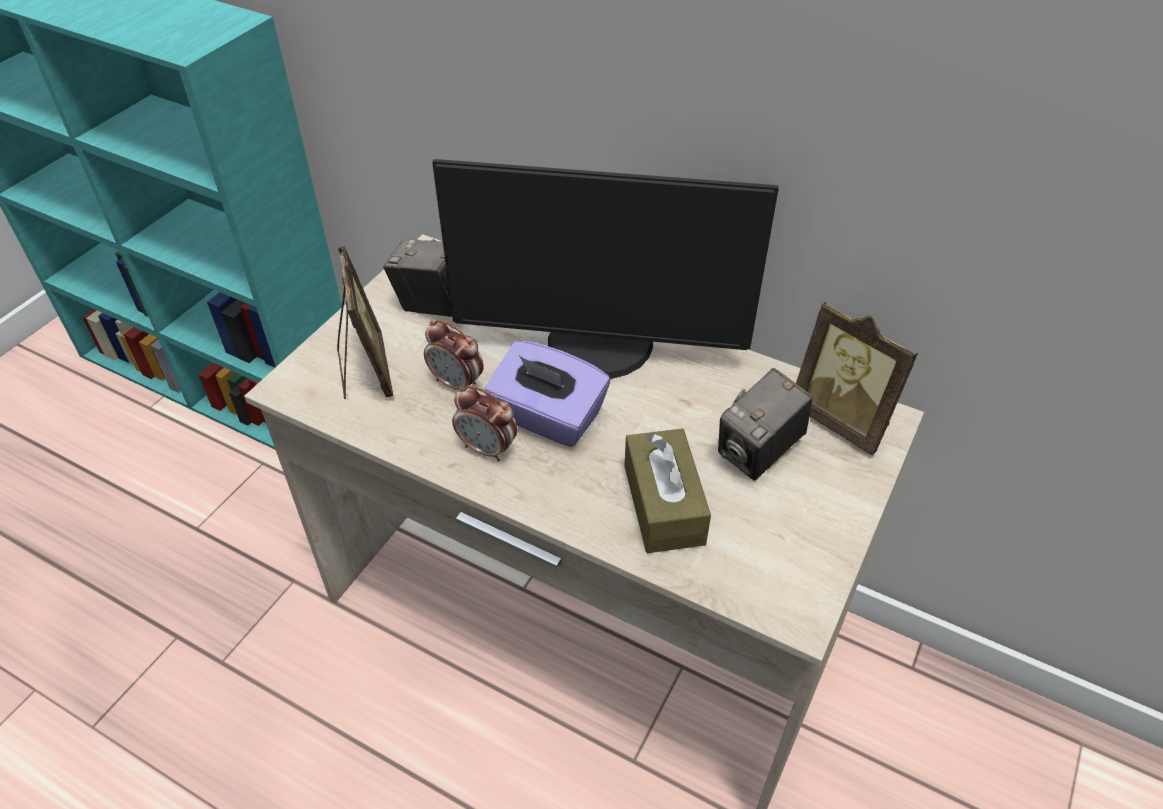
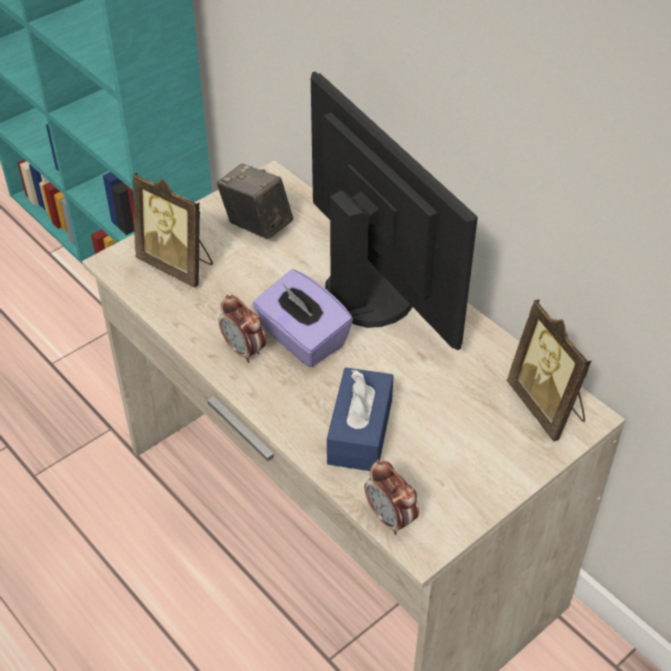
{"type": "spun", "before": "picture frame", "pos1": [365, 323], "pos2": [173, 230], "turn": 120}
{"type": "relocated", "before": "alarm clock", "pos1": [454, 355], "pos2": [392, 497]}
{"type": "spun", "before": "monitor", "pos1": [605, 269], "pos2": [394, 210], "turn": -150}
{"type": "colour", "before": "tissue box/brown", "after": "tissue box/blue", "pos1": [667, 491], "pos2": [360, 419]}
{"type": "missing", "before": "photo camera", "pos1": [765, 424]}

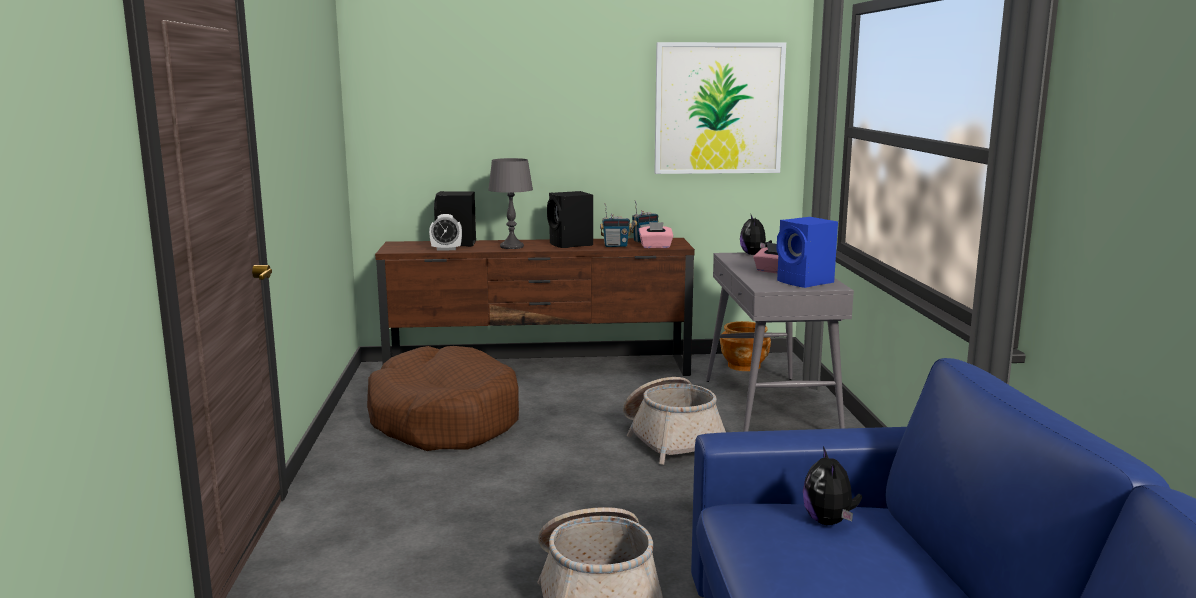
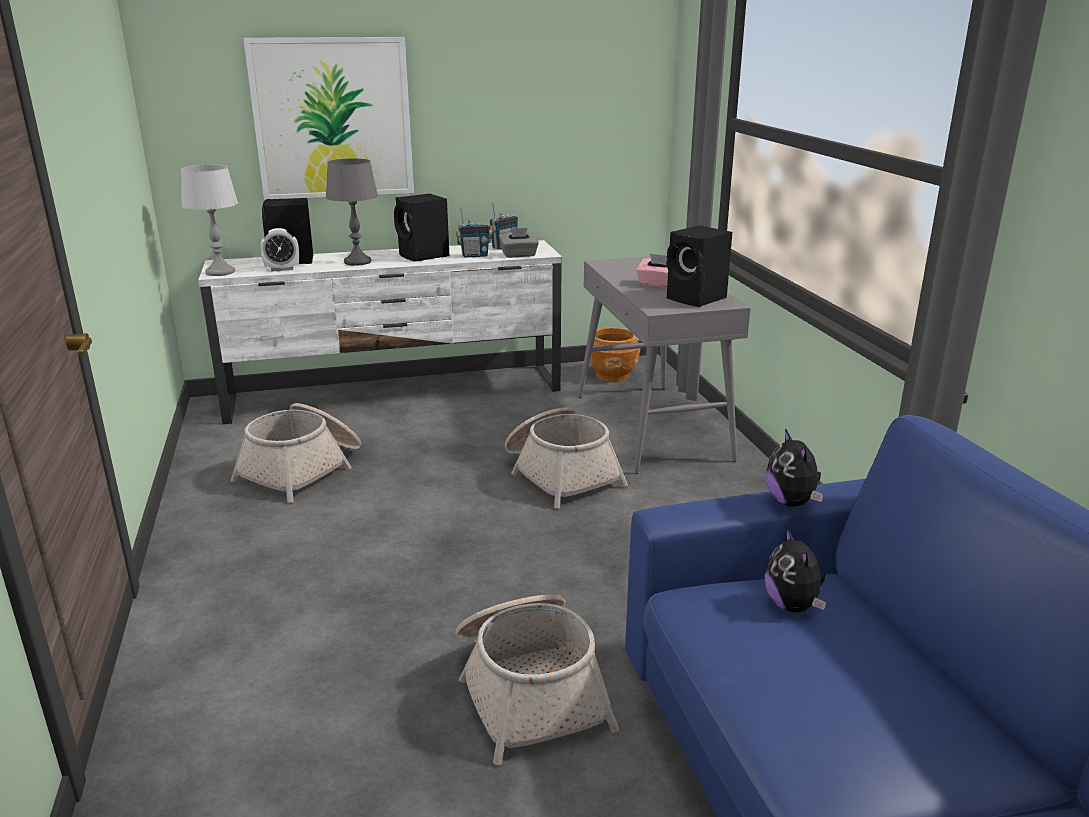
{"type": "exchanged", "before": "dog bed/brown", "after": "basket", "pos1": [443, 398], "pos2": [296, 452]}
{"type": "colour", "before": "tv stand/brown", "after": "tv stand/white", "pos1": [535, 307], "pos2": [380, 332]}
{"type": "colour", "before": "tissue box/pink", "after": "tissue box/grey", "pos1": [656, 235], "pos2": [519, 243]}
{"type": "relocated", "before": "picture", "pos1": [720, 108], "pos2": [328, 118]}
{"type": "relocated", "before": "plush toy", "pos1": [756, 235], "pos2": [794, 467]}
{"type": "colour", "before": "speaker/blue", "after": "speaker/black", "pos1": [807, 252], "pos2": [699, 266]}
{"type": "appeared", "after": "table lamp/grey", "pos2": [209, 220]}

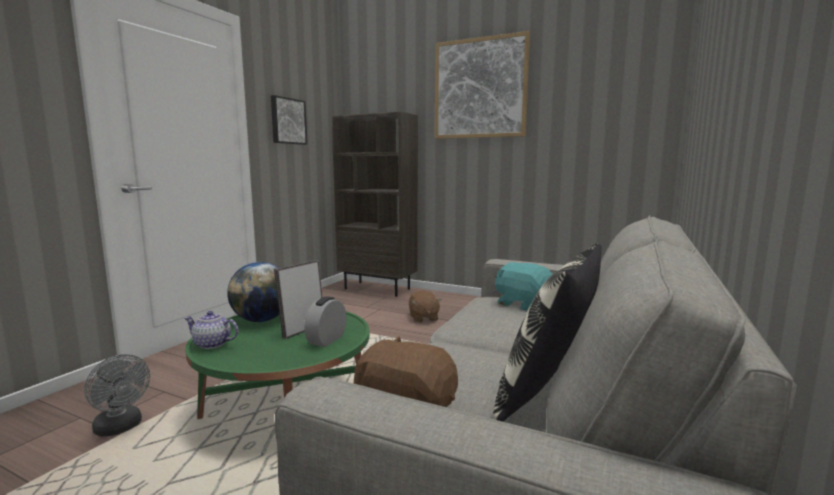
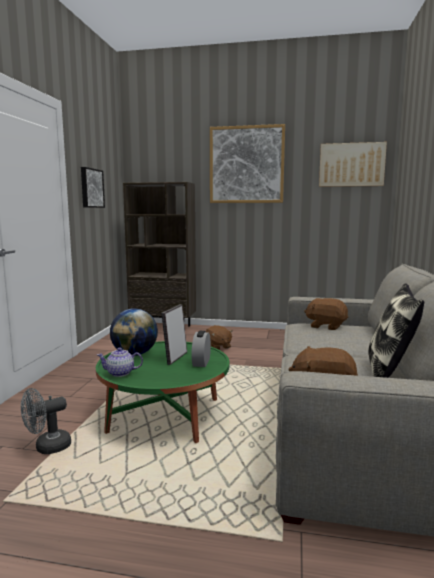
{"type": "spun", "before": "fan/grey", "pos1": [117, 395], "pos2": [46, 421], "turn": 120}
{"type": "colour", "before": "plush toy/turquoise", "after": "plush toy/brown", "pos1": [524, 286], "pos2": [326, 314]}
{"type": "appeared", "after": "picture", "pos2": [353, 164]}

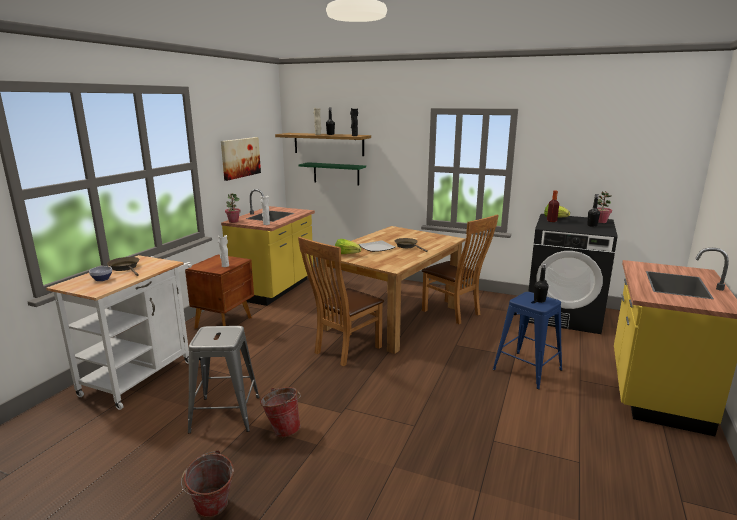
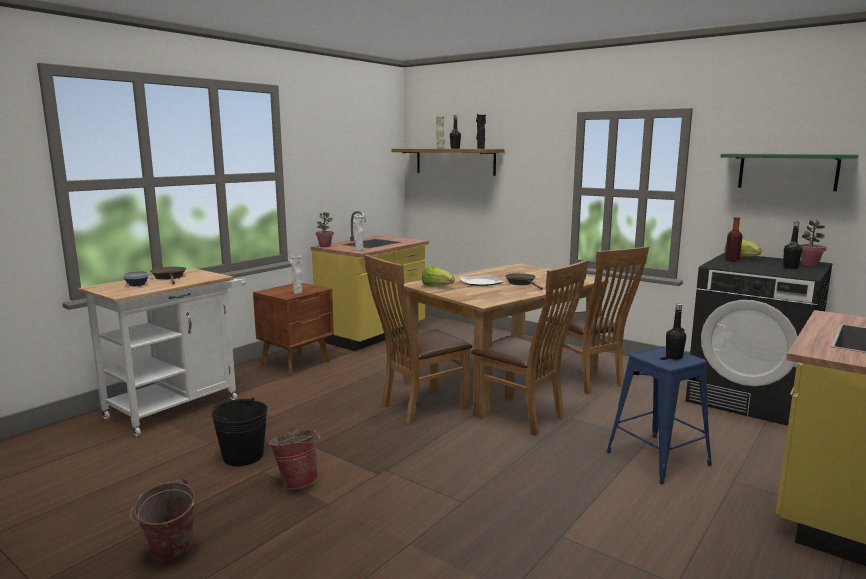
{"type": "exchanged", "before": "stool/grey", "after": "bucket/black", "pos1": [223, 379], "pos2": [239, 431]}
{"type": "missing", "before": "picture", "pos1": [241, 159]}
{"type": "relocated", "before": "shelf/green", "pos1": [332, 173], "pos2": [790, 172]}
{"type": "appeared", "after": "chair/brown", "pos2": [530, 348]}

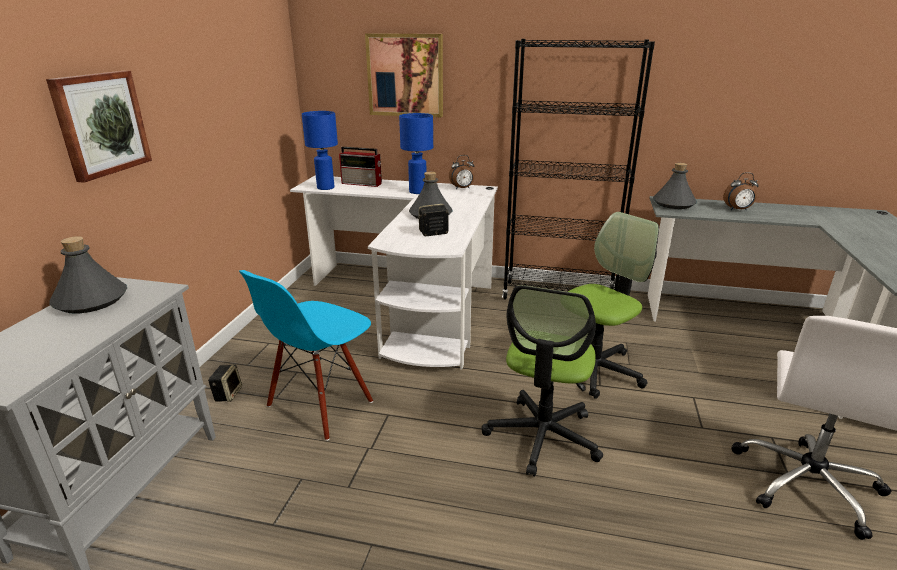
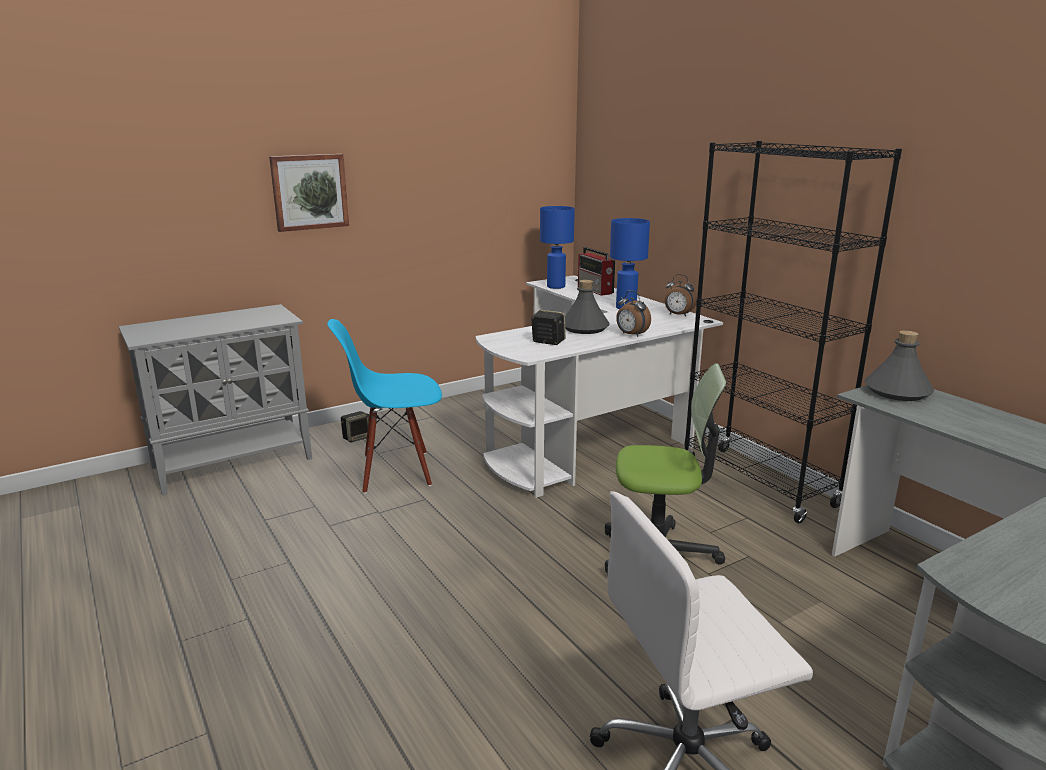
{"type": "missing", "before": "bottle/grey", "pos1": [88, 275]}
{"type": "missing", "before": "picture", "pos1": [404, 75]}
{"type": "missing", "before": "office chair", "pos1": [542, 381]}
{"type": "relocated", "before": "alarm clock", "pos1": [741, 191], "pos2": [633, 314]}

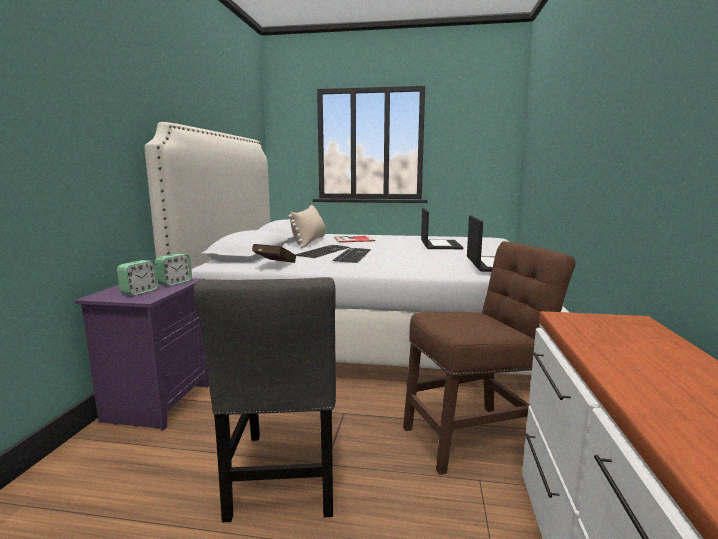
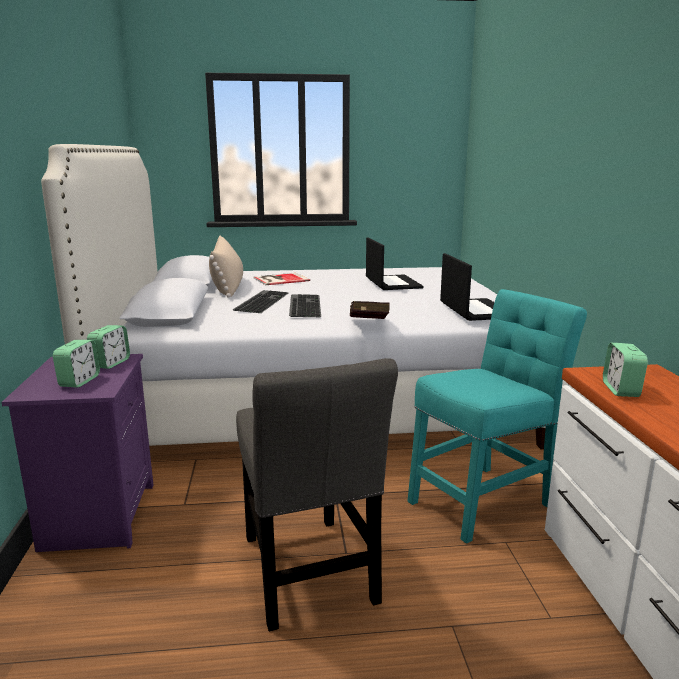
{"type": "relocated", "before": "book/red", "pos1": [274, 253], "pos2": [370, 310]}
{"type": "colour", "before": "chair/brown", "after": "chair/turquoise", "pos1": [489, 358], "pos2": [497, 416]}
{"type": "appeared", "after": "alarm clock", "pos2": [625, 370]}

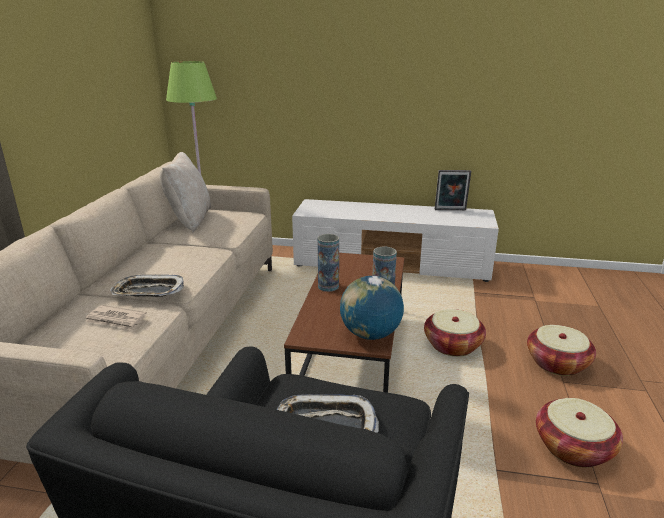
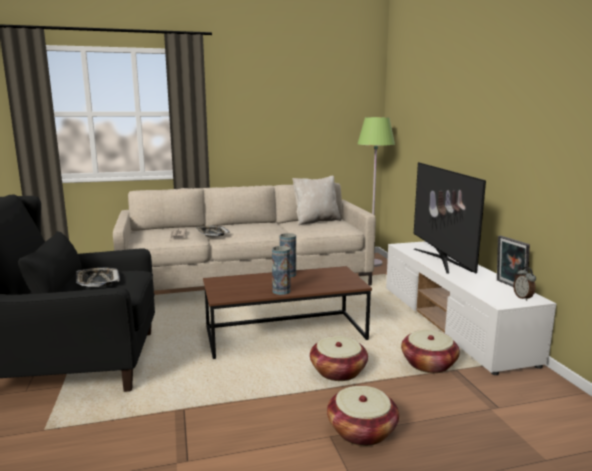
{"type": "missing", "before": "globe", "pos1": [372, 308]}
{"type": "relocated", "before": "basket", "pos1": [579, 432], "pos2": [430, 351]}
{"type": "appeared", "after": "television", "pos2": [450, 218]}
{"type": "appeared", "after": "alarm clock", "pos2": [524, 284]}

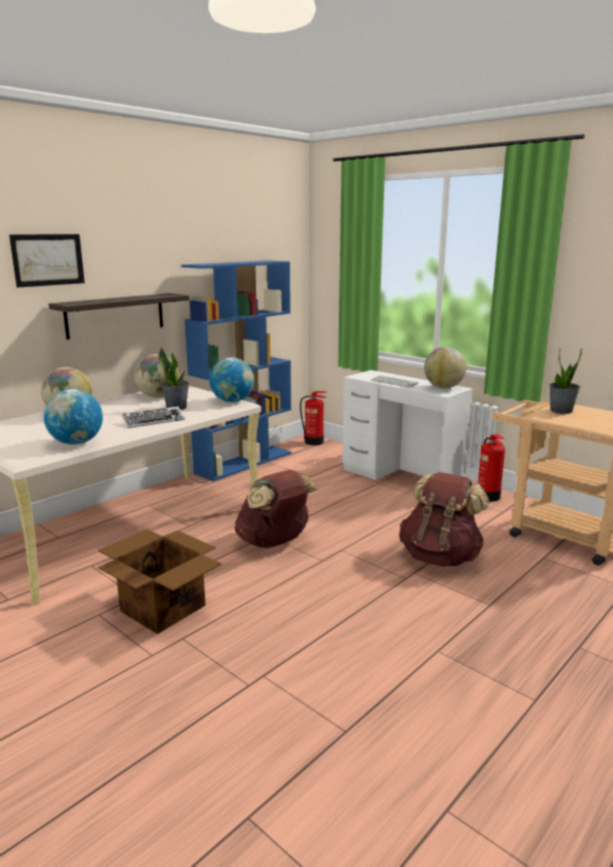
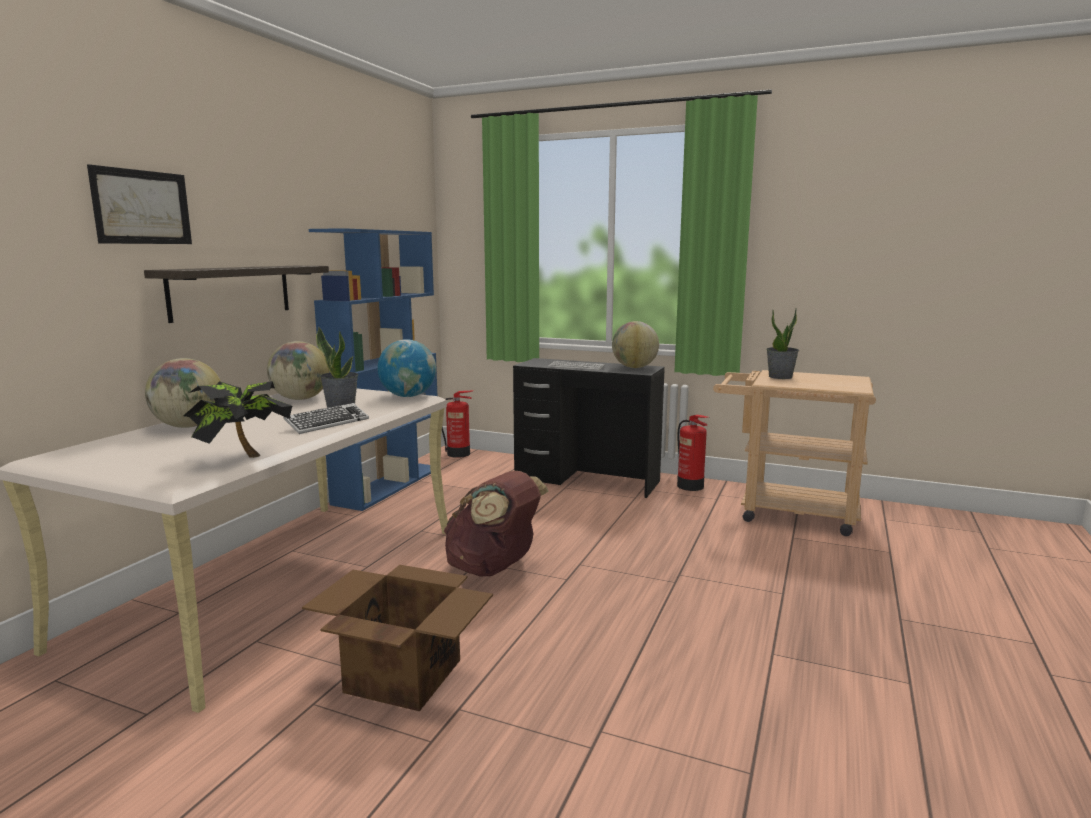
{"type": "exchanged", "before": "globe", "after": "potted plant", "pos1": [73, 417], "pos2": [237, 419]}
{"type": "colour", "before": "desk/white", "after": "desk/black", "pos1": [408, 425], "pos2": [589, 428]}
{"type": "missing", "before": "backpack/brown", "pos1": [444, 519]}

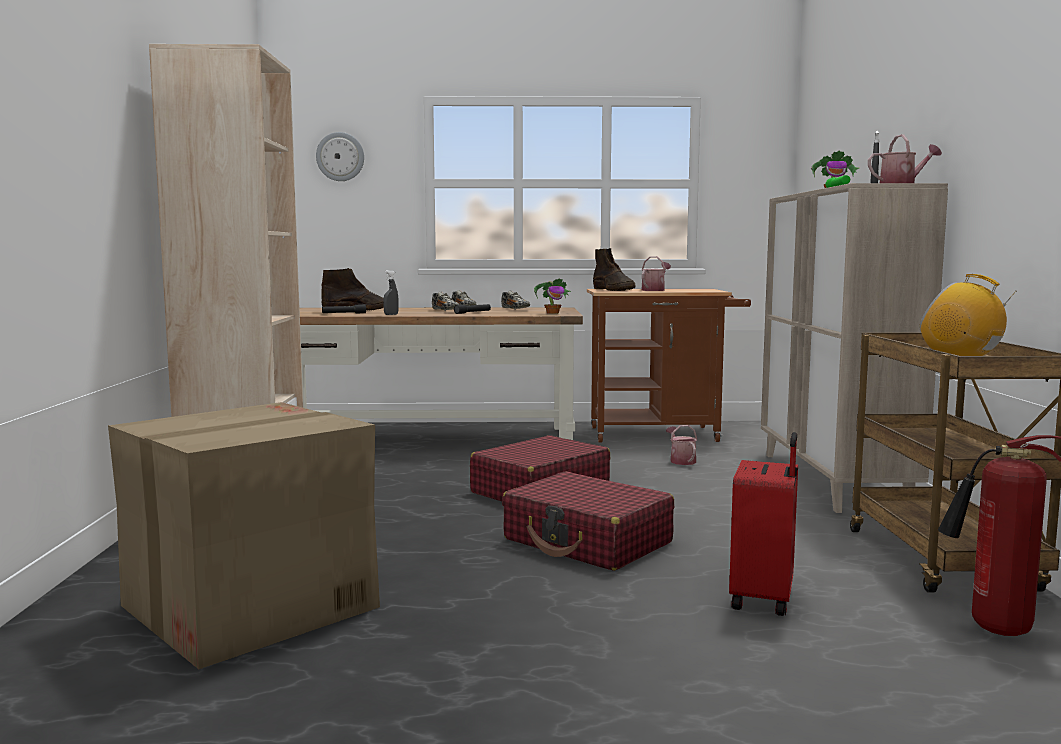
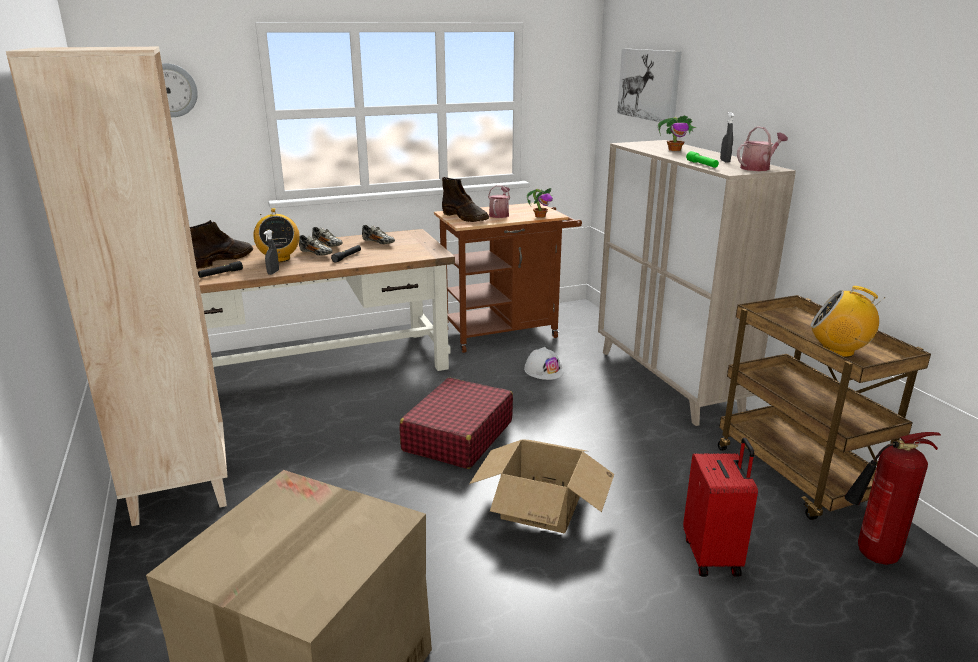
{"type": "exchanged", "before": "suitcase/red", "after": "cardboard box", "pos1": [588, 521], "pos2": [541, 486]}
{"type": "relocated", "before": "potted plant", "pos1": [552, 296], "pos2": [540, 203]}
{"type": "exchanged", "before": "watering can", "after": "hard hat/white", "pos1": [681, 445], "pos2": [544, 363]}
{"type": "appeared", "after": "radio", "pos2": [276, 235]}
{"type": "appeared", "after": "picture", "pos2": [649, 85]}

